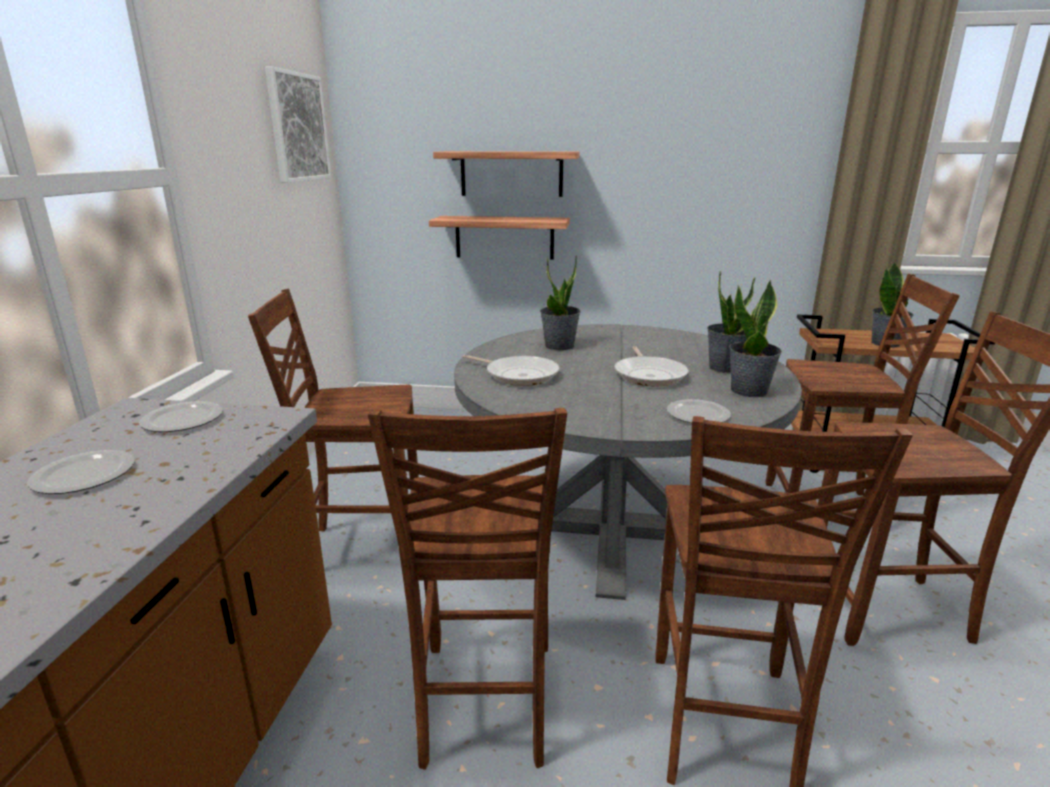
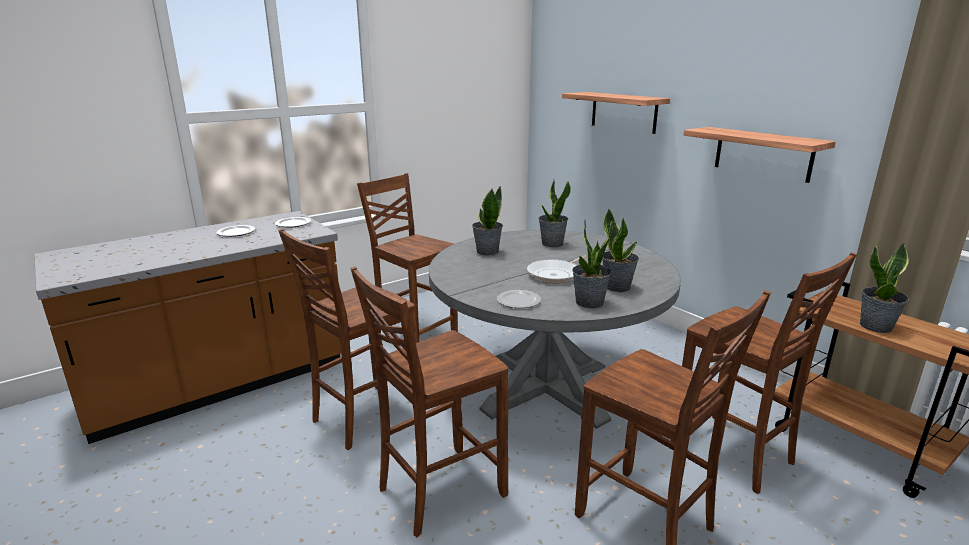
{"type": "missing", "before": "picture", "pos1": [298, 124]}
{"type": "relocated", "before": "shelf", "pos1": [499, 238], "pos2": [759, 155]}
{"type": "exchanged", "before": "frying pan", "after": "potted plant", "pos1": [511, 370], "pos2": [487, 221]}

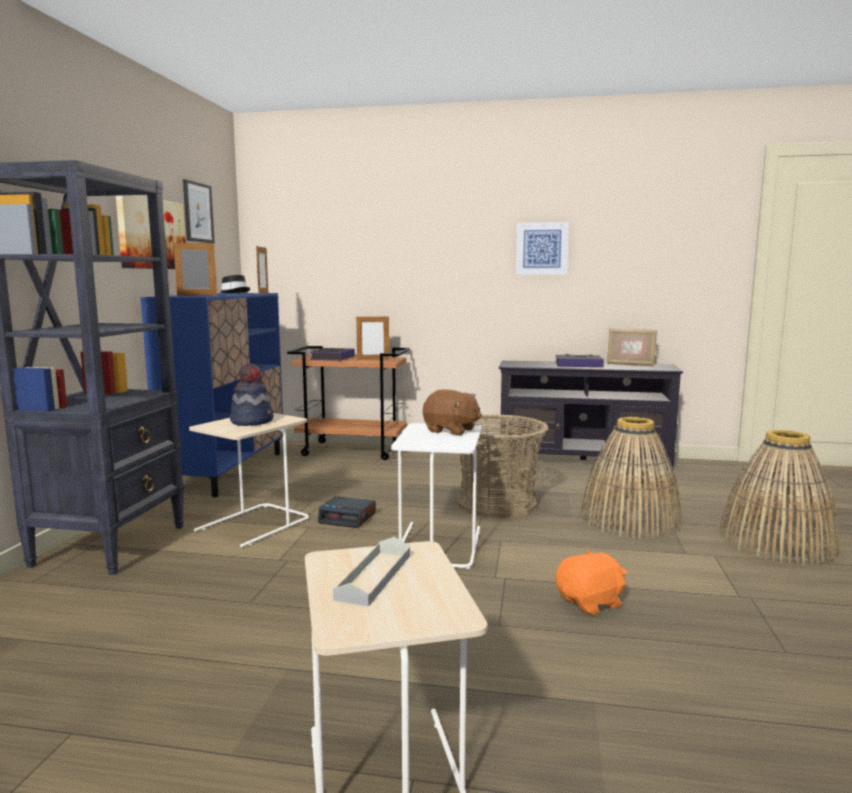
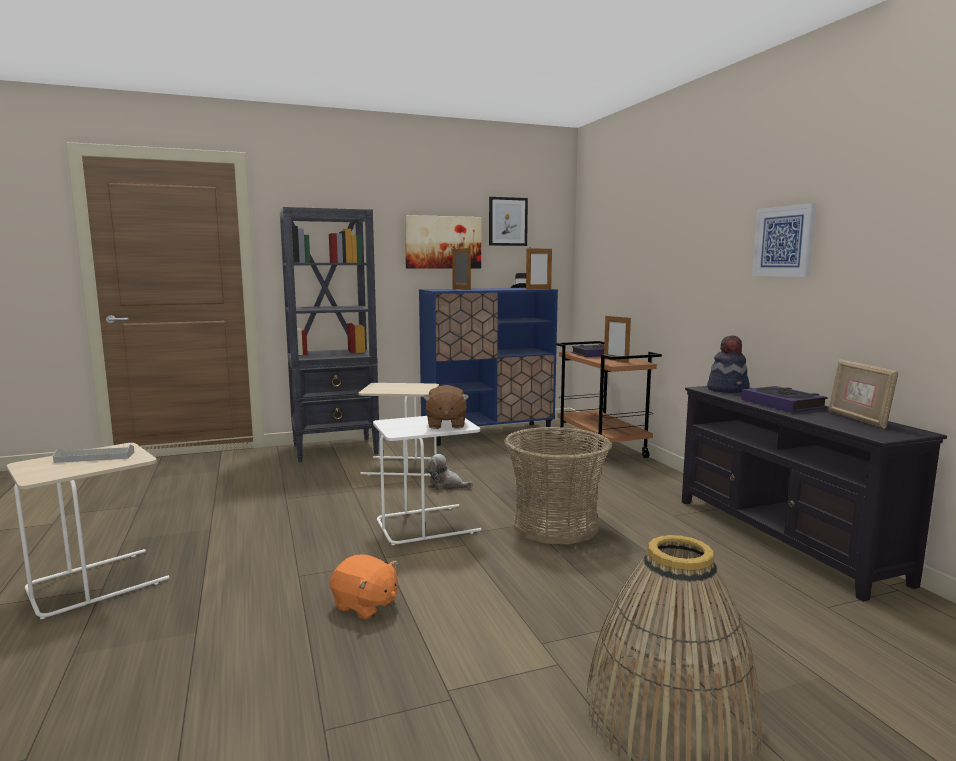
{"type": "relocated", "before": "hat", "pos1": [251, 394], "pos2": [728, 364]}
{"type": "exchanged", "before": "alarm clock", "after": "plush toy", "pos1": [347, 512], "pos2": [450, 472]}
{"type": "missing", "before": "basket", "pos1": [630, 478]}

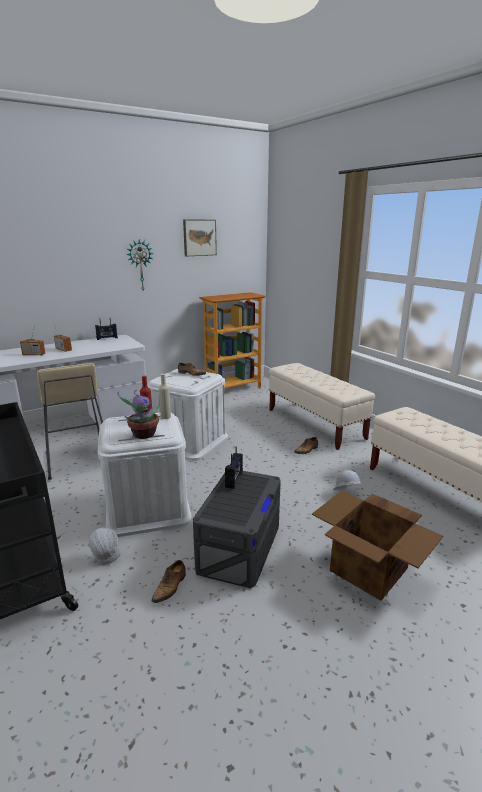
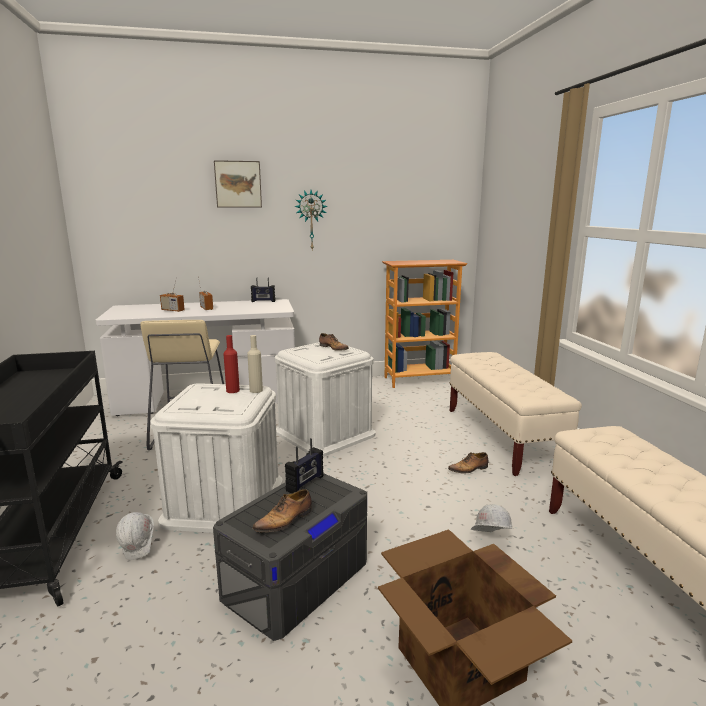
{"type": "missing", "before": "potted plant", "pos1": [138, 414]}
{"type": "relocated", "before": "shoe", "pos1": [168, 581], "pos2": [282, 510]}
{"type": "relocated", "before": "picture", "pos1": [200, 238], "pos2": [238, 183]}

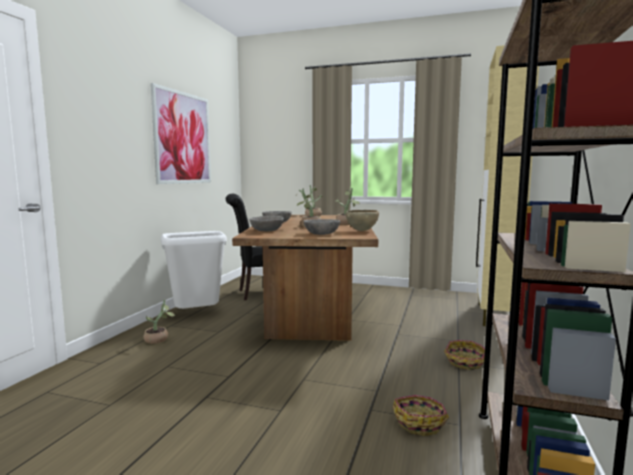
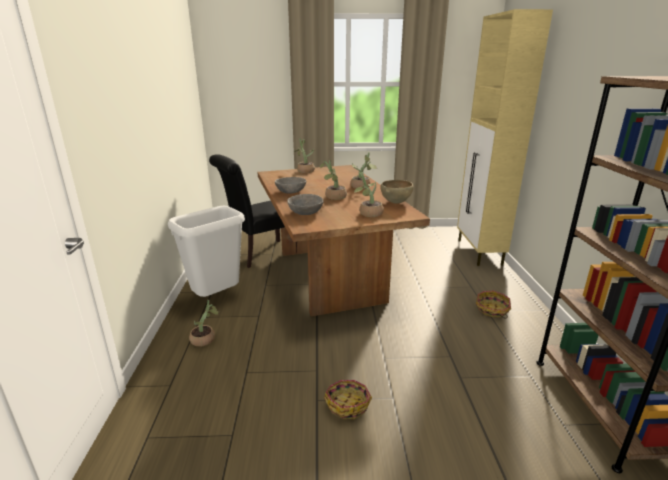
{"type": "missing", "before": "picture", "pos1": [181, 133]}
{"type": "exchanged", "before": "bowl/grey", "after": "potted plant", "pos1": [322, 227], "pos2": [369, 194]}
{"type": "relocated", "before": "basket", "pos1": [421, 415], "pos2": [348, 399]}

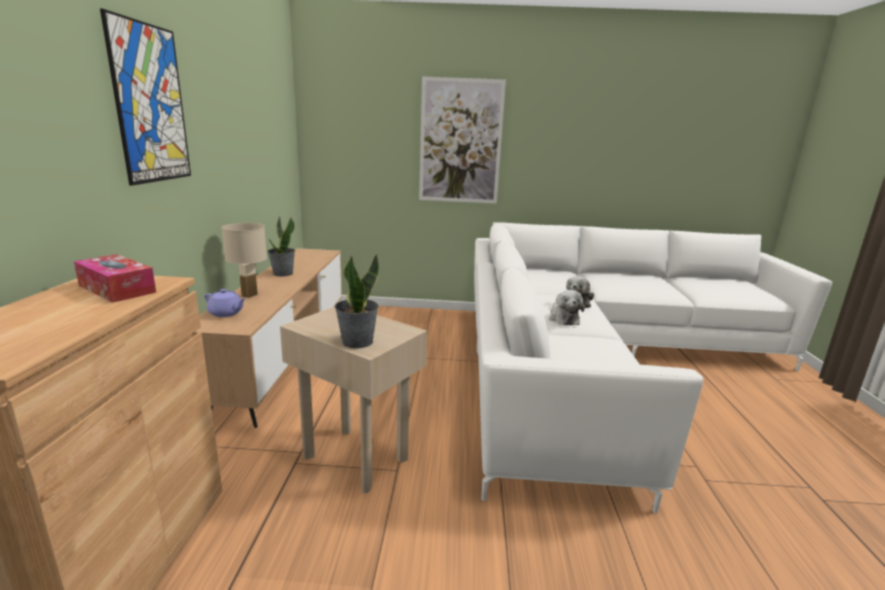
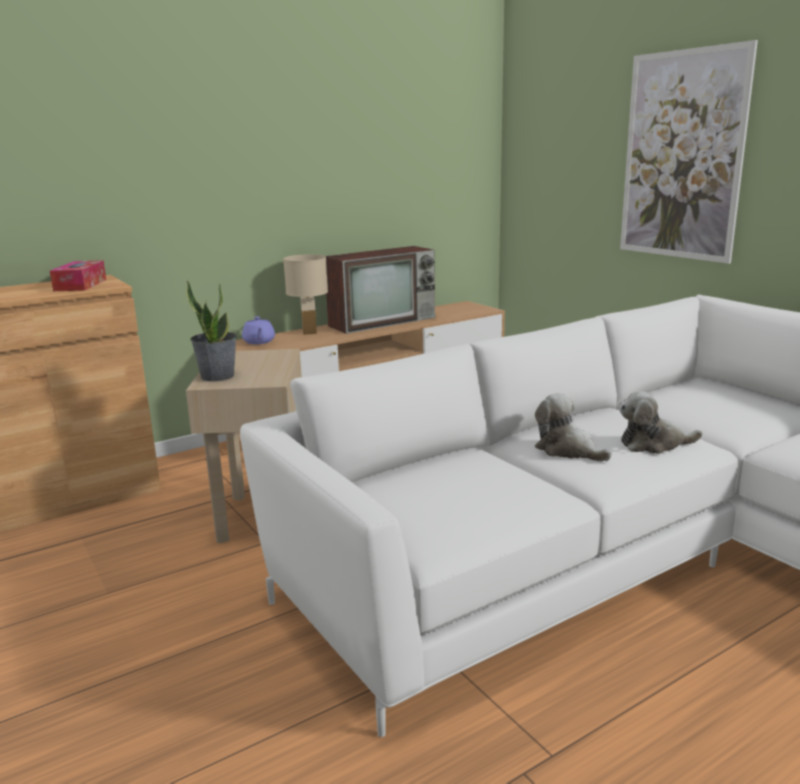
{"type": "missing", "before": "picture", "pos1": [145, 97]}
{"type": "exchanged", "before": "potted plant", "after": "television", "pos1": [281, 246], "pos2": [380, 290]}
{"type": "spun", "before": "plush toy", "pos1": [566, 307], "pos2": [573, 427], "turn": 90}

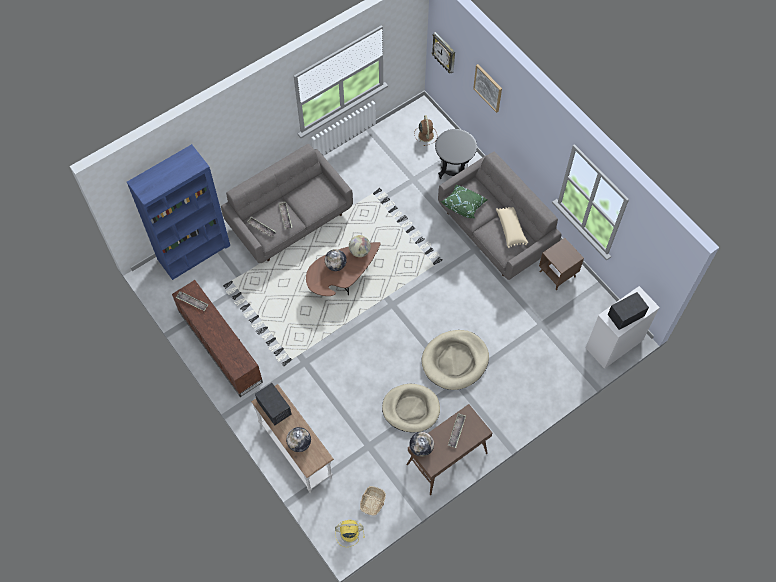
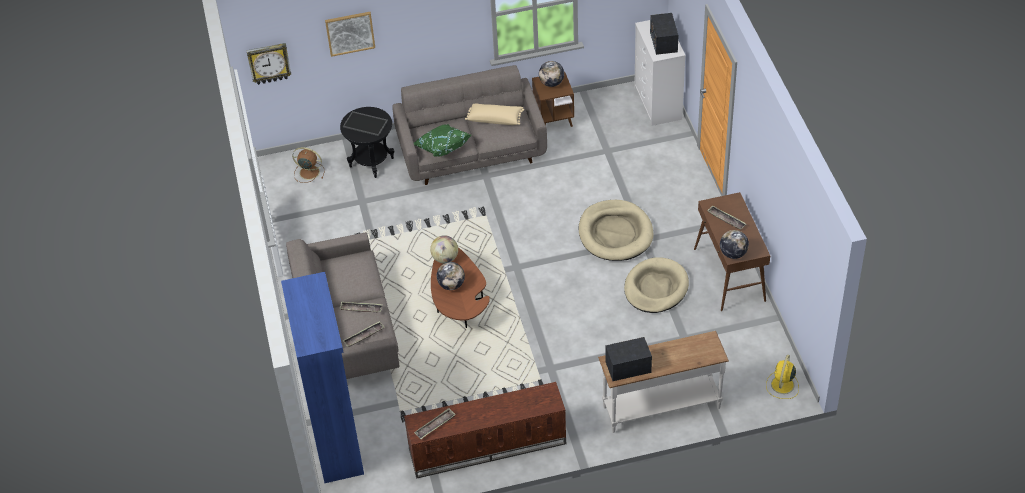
{"type": "relocated", "before": "globe", "pos1": [298, 439], "pos2": [551, 74]}
{"type": "missing", "before": "basket", "pos1": [373, 501]}
{"type": "appeared", "after": "tray", "pos2": [365, 123]}

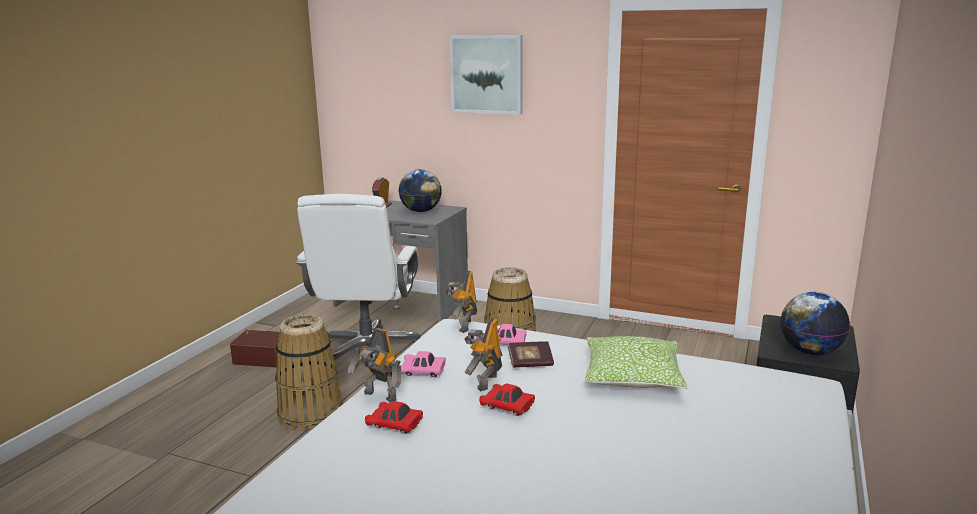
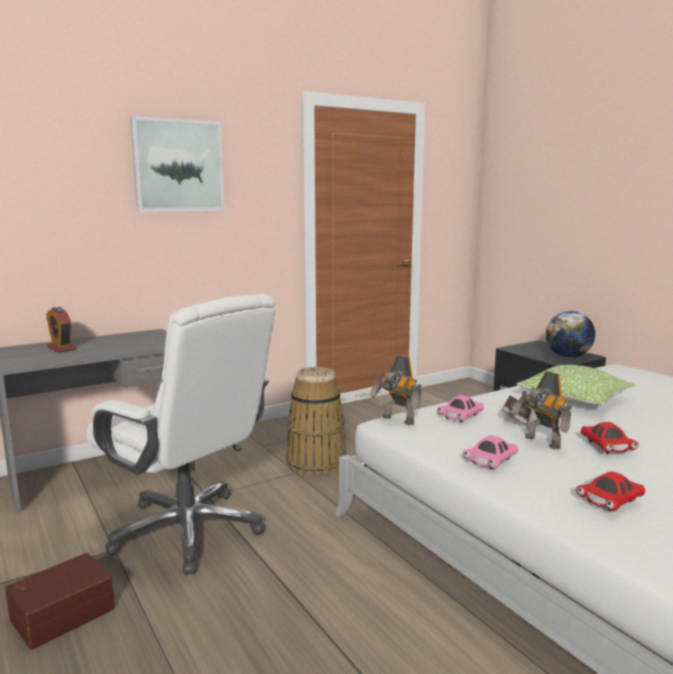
{"type": "missing", "before": "basket", "pos1": [309, 373]}
{"type": "missing", "before": "toy robot", "pos1": [374, 365]}
{"type": "missing", "before": "globe", "pos1": [420, 190]}
{"type": "spun", "before": "toy car/red", "pos1": [507, 399], "pos2": [609, 438], "turn": -75}

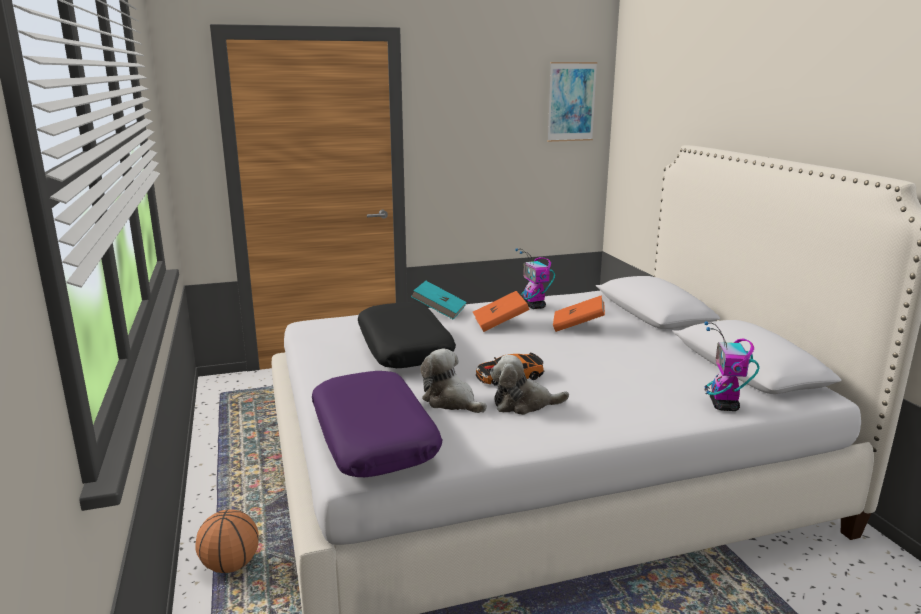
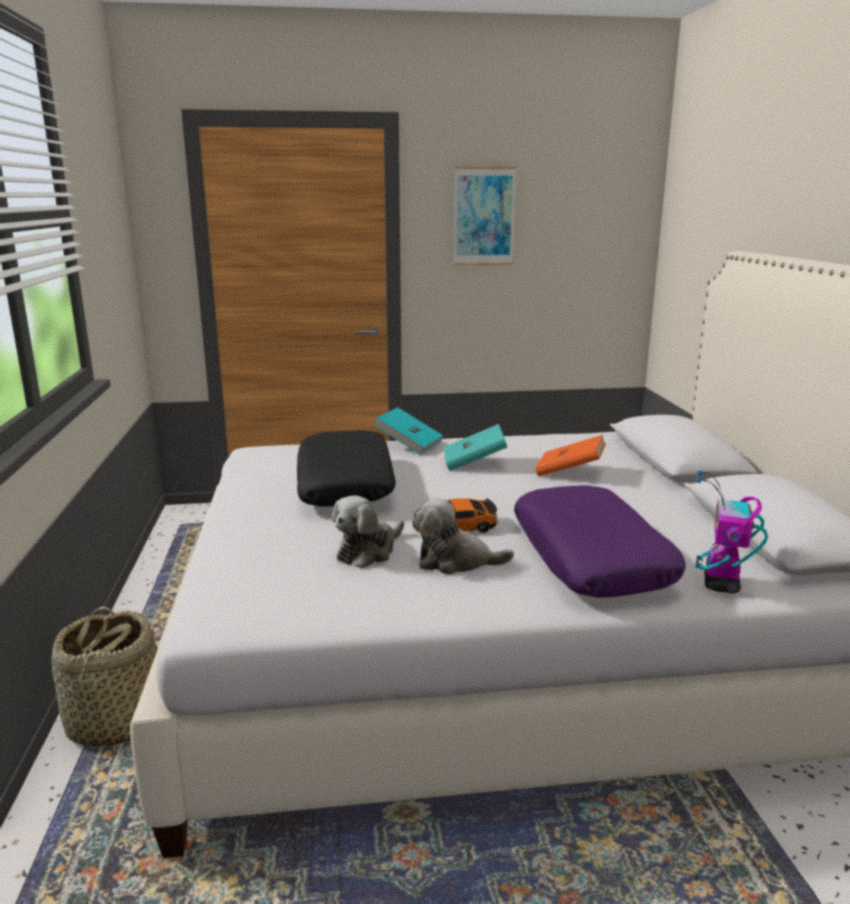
{"type": "exchanged", "before": "basketball", "after": "basket", "pos1": [226, 541], "pos2": [104, 677]}
{"type": "relocated", "before": "pillow/purple", "pos1": [377, 424], "pos2": [600, 541]}
{"type": "spun", "before": "plush toy", "pos1": [453, 381], "pos2": [368, 531], "turn": -105}
{"type": "colour", "before": "book/orange", "after": "book/turquoise", "pos1": [501, 311], "pos2": [475, 447]}
{"type": "missing", "before": "toy robot", "pos1": [535, 278]}
{"type": "relocated", "before": "picture", "pos1": [572, 102], "pos2": [484, 216]}

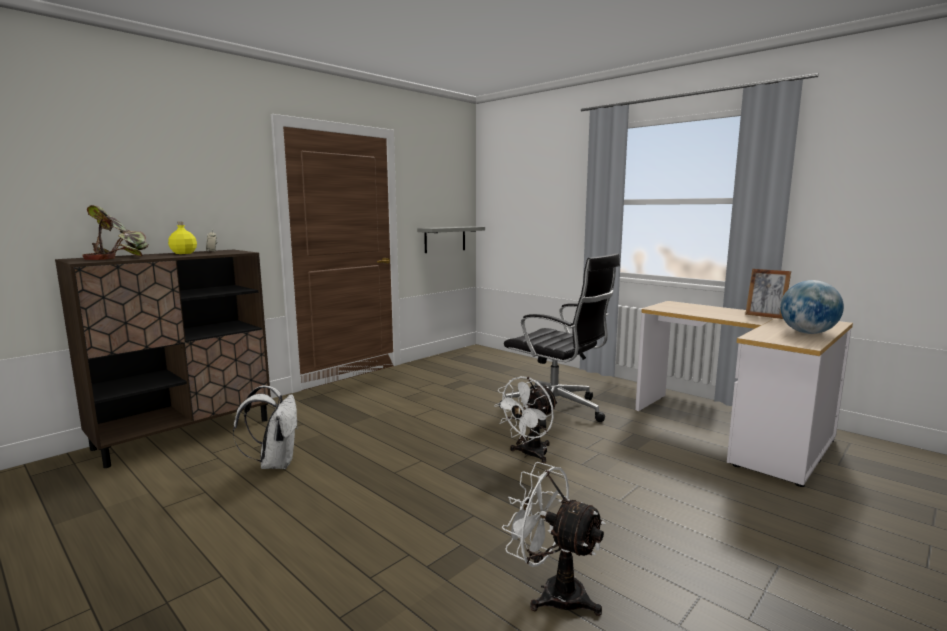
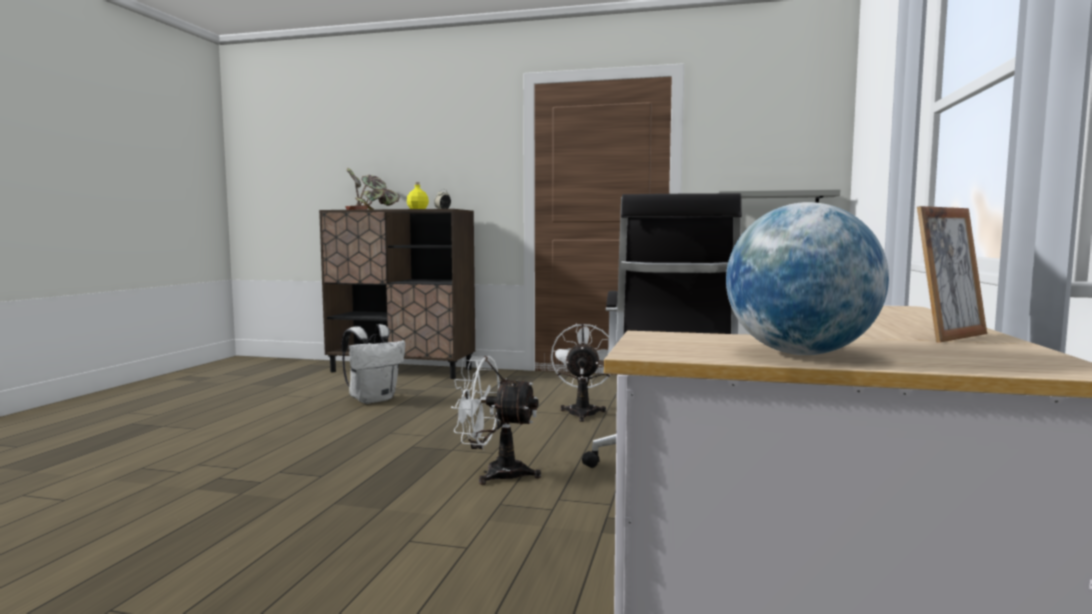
{"type": "relocated", "before": "fan/white", "pos1": [554, 539], "pos2": [581, 372]}
{"type": "spun", "before": "picture frame", "pos1": [768, 294], "pos2": [952, 274], "turn": -135}

